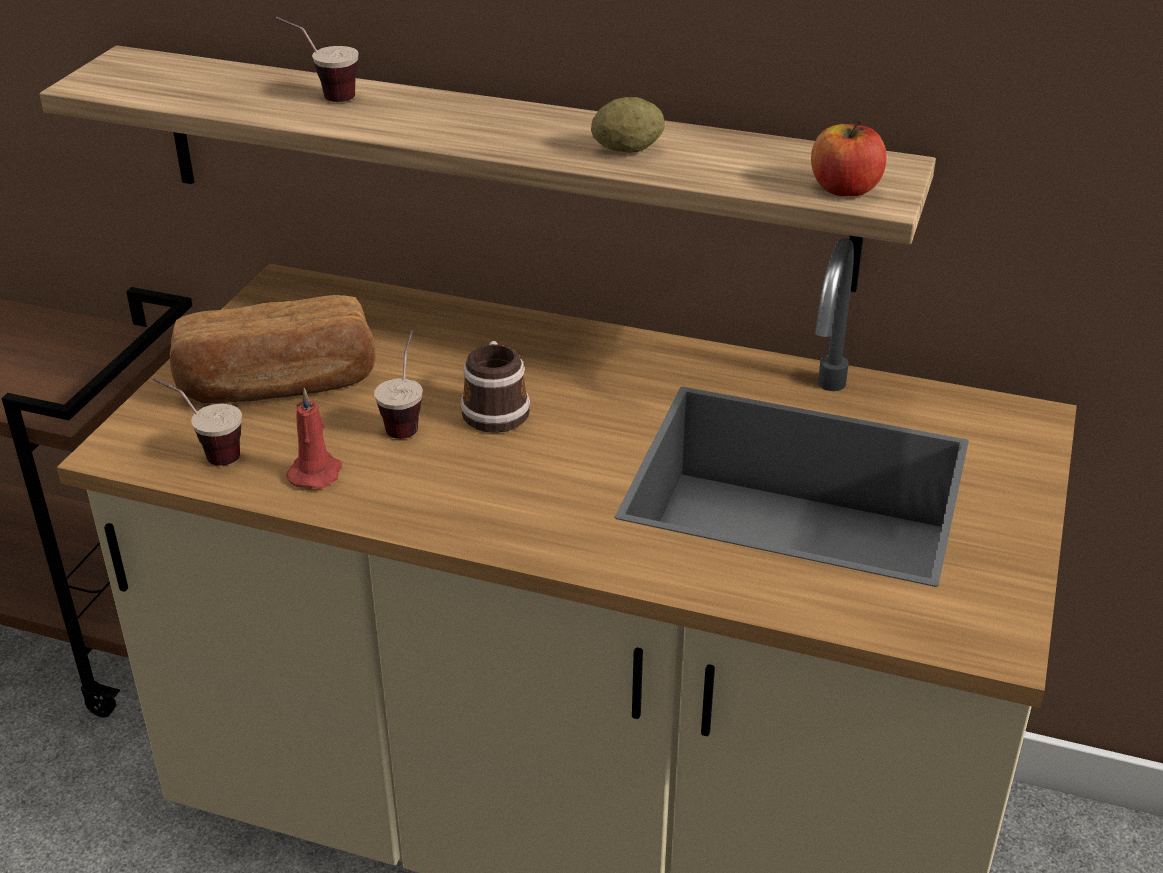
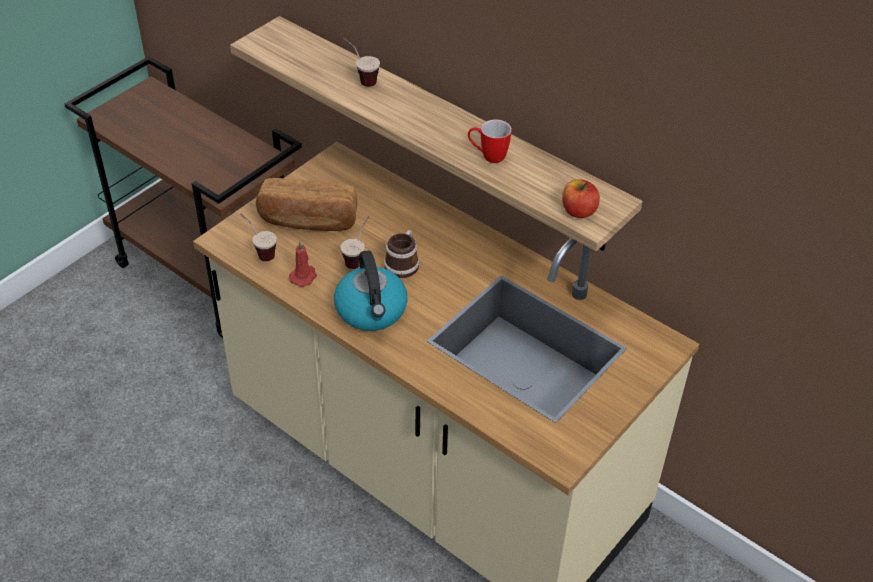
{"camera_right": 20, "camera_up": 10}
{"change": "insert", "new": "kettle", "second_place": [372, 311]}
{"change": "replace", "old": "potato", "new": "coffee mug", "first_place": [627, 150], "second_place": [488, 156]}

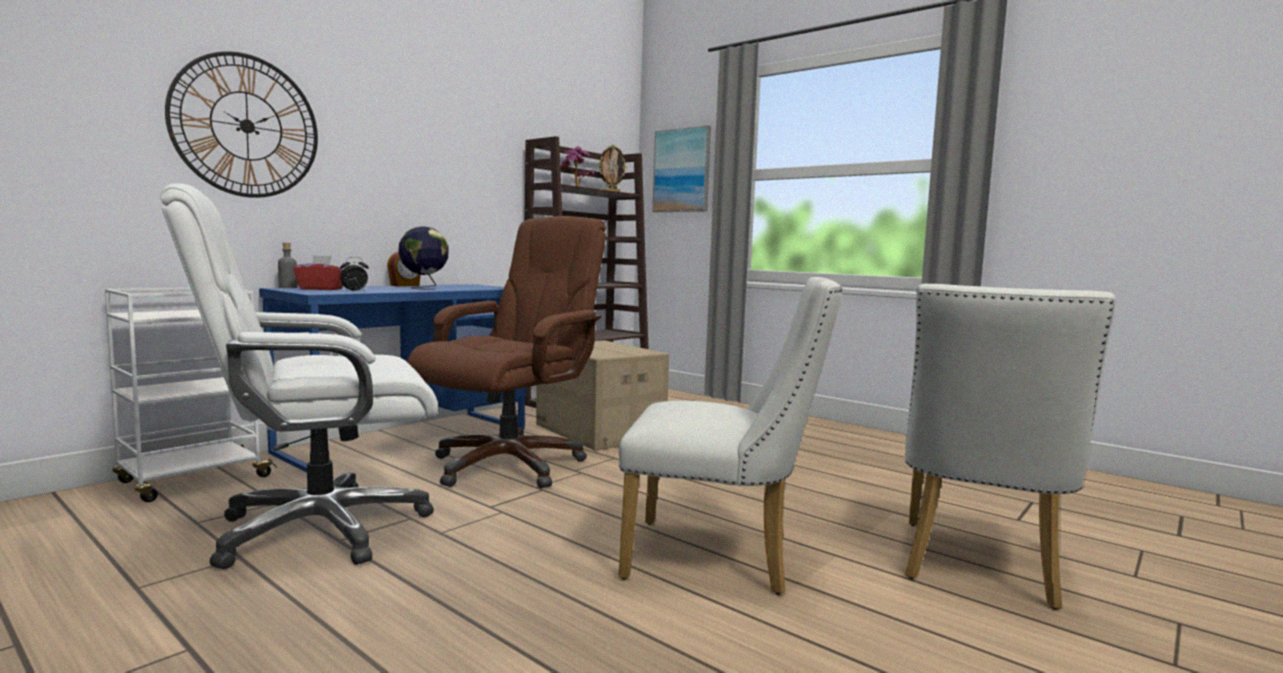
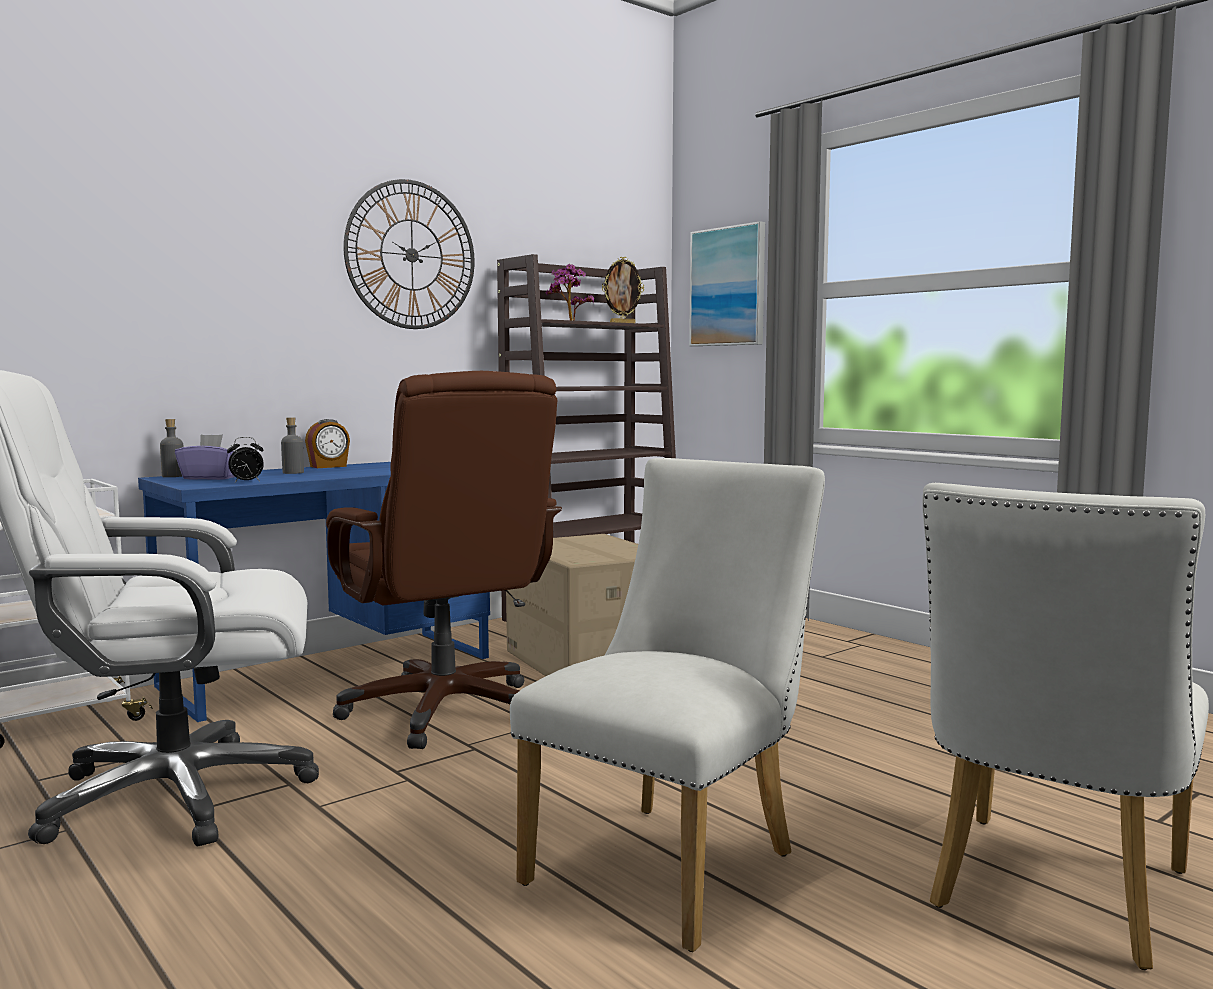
{"camera_right": 10, "camera_up": 0}
{"change": "delete", "old": "world globe", "first_place": [424, 288]}
{"change": "insert", "new": "greyish drink bottle", "second_place": [293, 472]}
{"change": "move", "old": "wall clock", "first_place": [246, 126], "second_place": [411, 255]}
{"change": "recolor", "old": "reddish tissue box", "new": "purplish tissue box", "first_place": [321, 289], "second_place": [211, 478]}
{"change": "rotate", "old": "brownish computer chair", "first_place": [509, 465], "second_place": [445, 711], "degrees": 105}
{"change": "rotate", "old": "white plain chair", "first_place": [722, 558], "second_place": [674, 862], "degrees": -75}

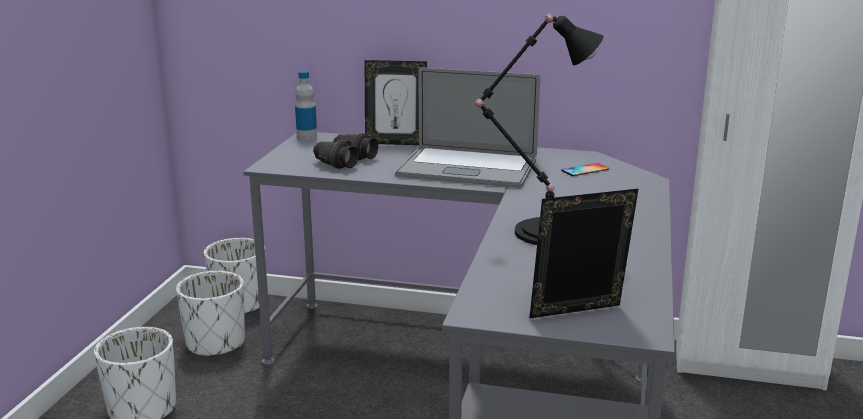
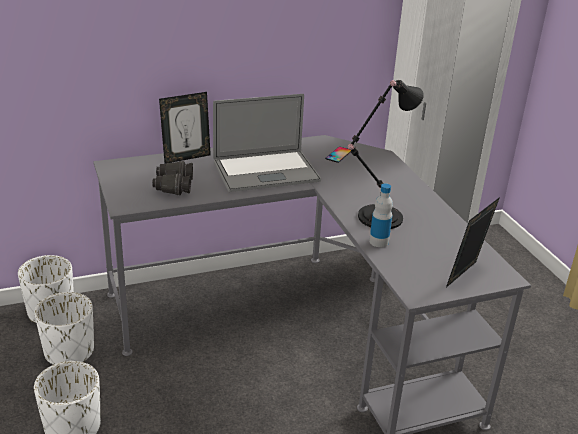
{"camera_right": -35, "camera_up": 10}
{"change": "move", "old": "drink bottle", "first_place": [307, 137], "second_place": [379, 242]}

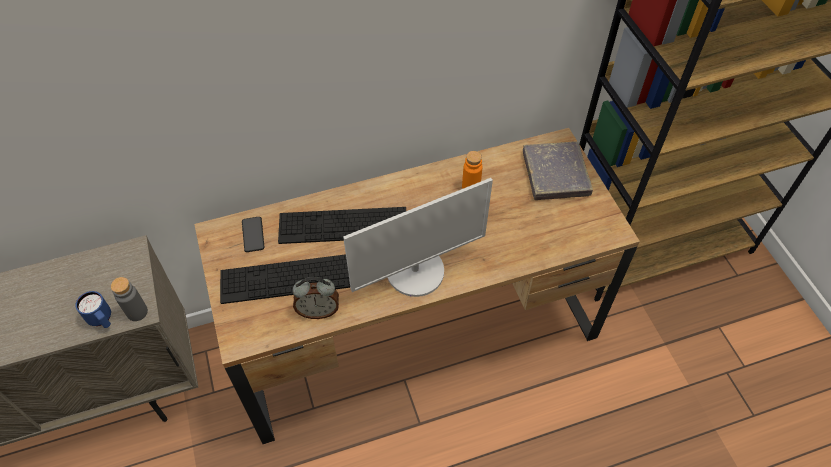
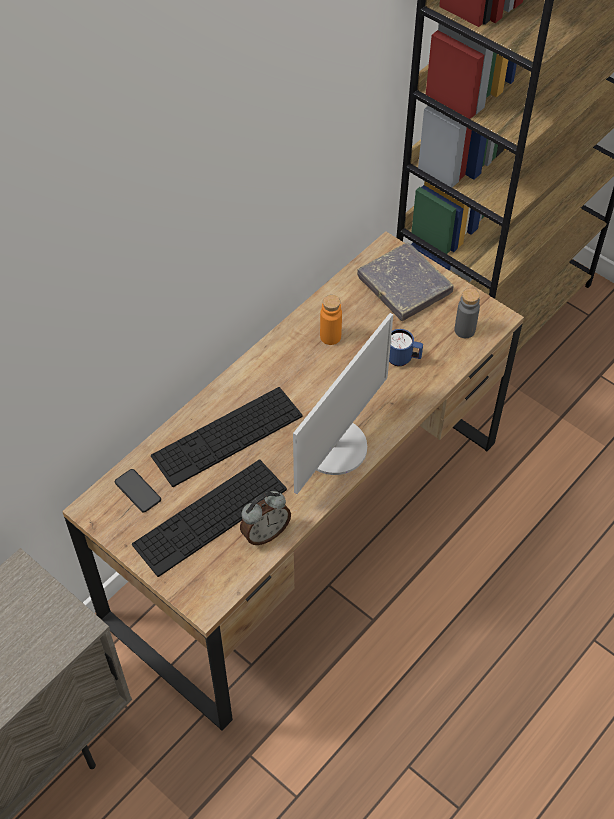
{"camera_right": -30, "camera_up": 0}
{"change": "move", "old": "blue-coloured coffee mug", "first_place": [102, 320], "second_place": [403, 359]}
{"change": "move", "old": "greyish drink bottle", "first_place": [137, 312], "second_place": [464, 330]}

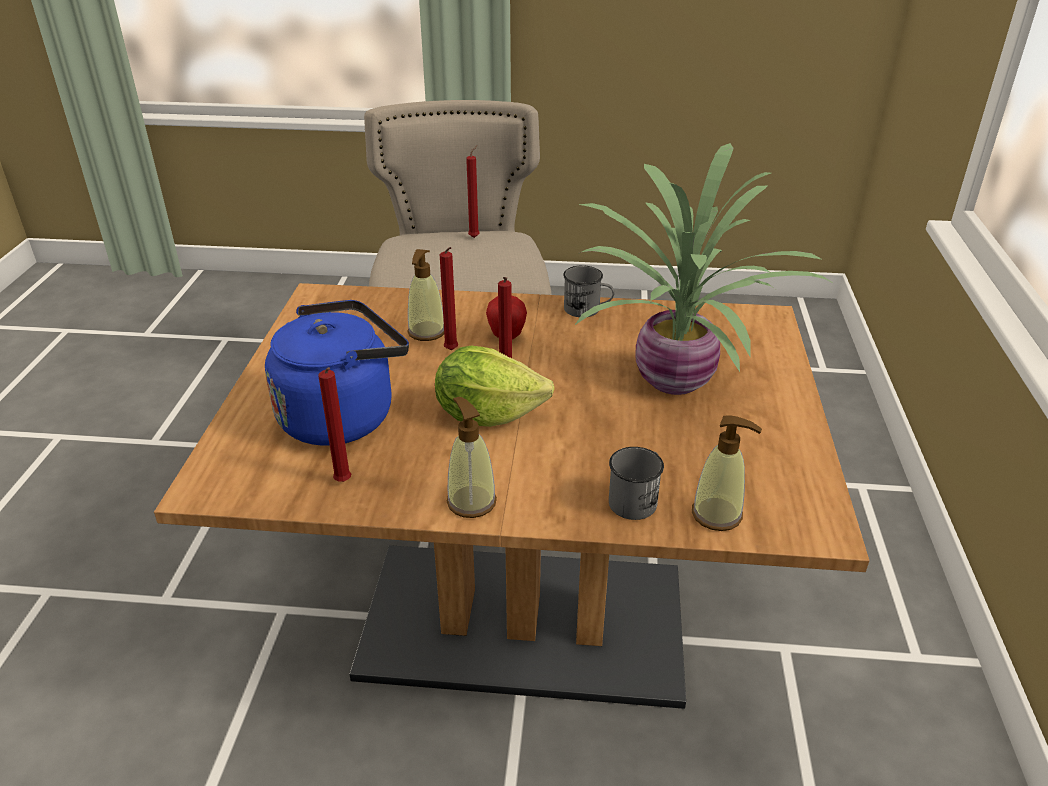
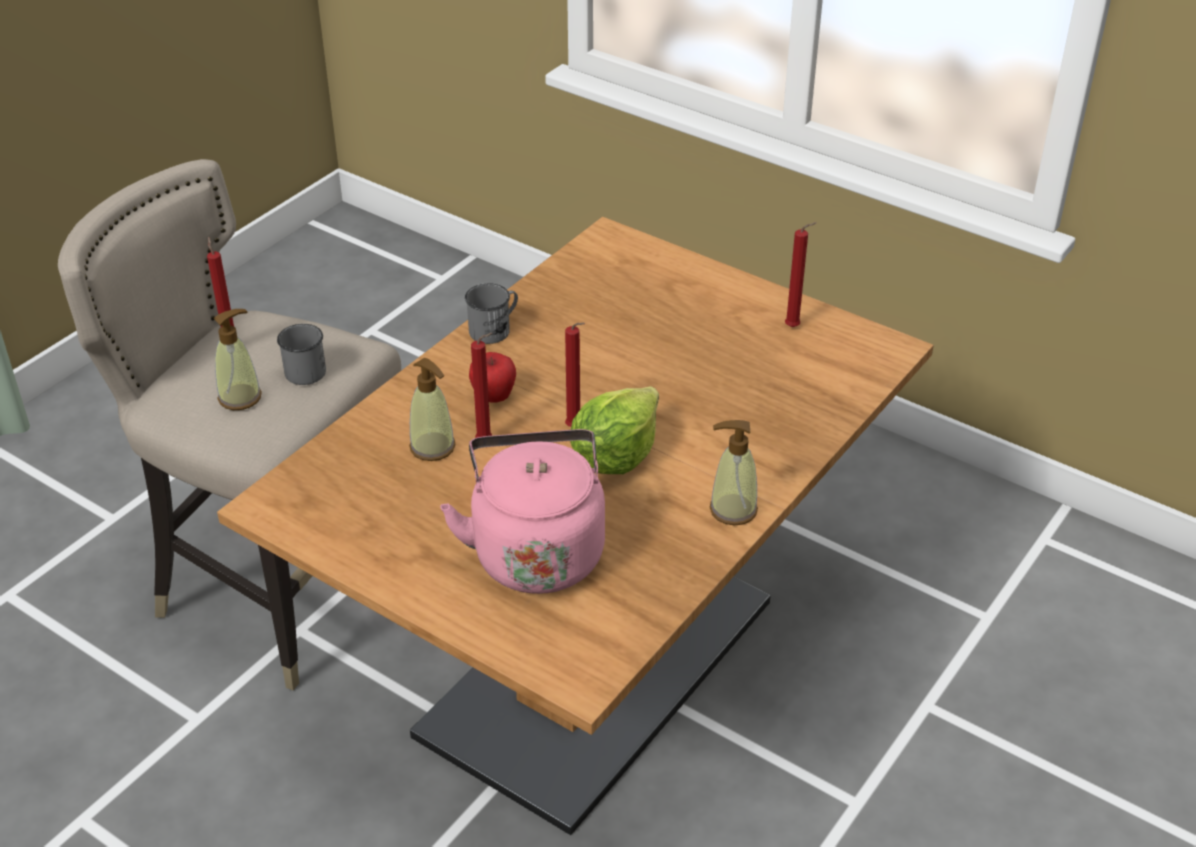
{"camera_right": -60, "camera_up": 5}
{"change": "delete", "old": "potted plant", "first_place": [679, 381]}
{"change": "move", "old": "reddish candle", "first_place": [343, 483], "second_place": [794, 327]}
{"change": "move", "old": "greyish coffee mug", "first_place": [636, 499], "second_place": [303, 368]}
{"change": "move", "old": "liquid soap bottle", "first_place": [717, 514], "second_place": [240, 397]}
{"change": "recolor", "old": "blue-coloured kettle", "new": "pink kettle", "first_place": [343, 415], "second_place": [536, 551]}

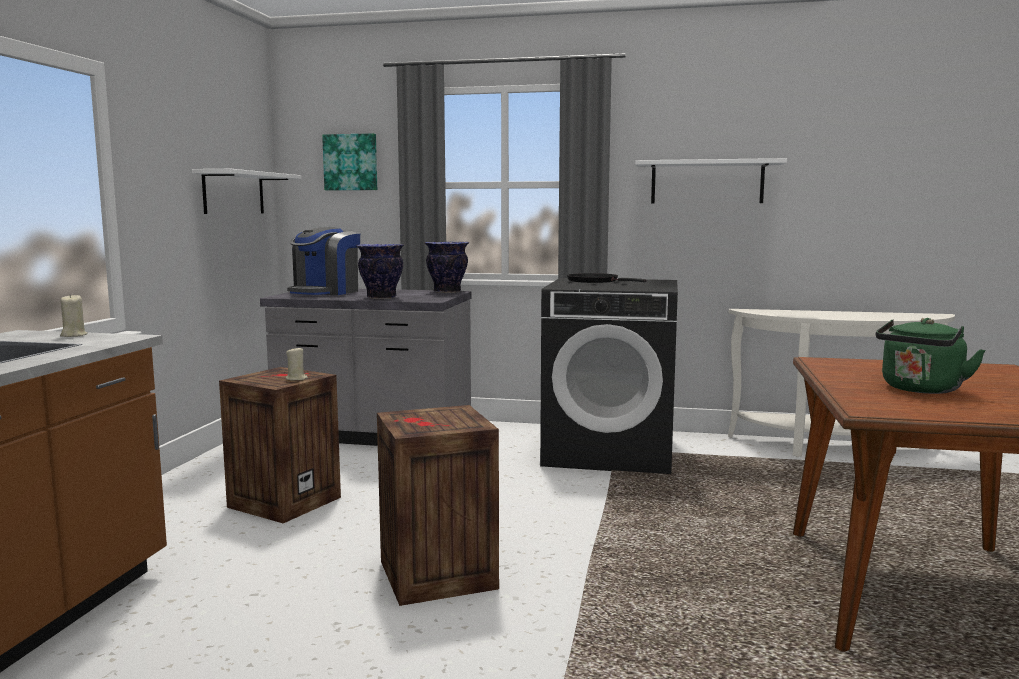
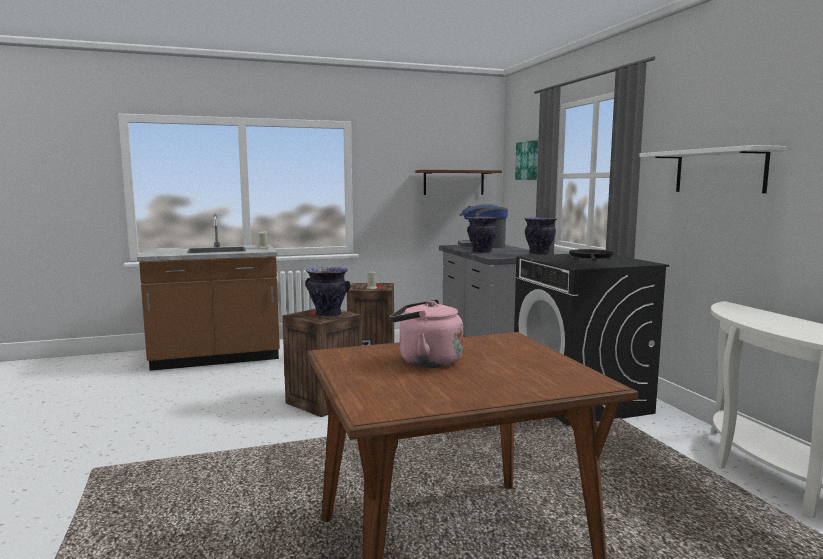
{"camera_right": 60, "camera_up": 0}
{"change": "insert", "new": "decorative vase", "second_place": [328, 315]}
{"change": "recolor", "old": "white shelf", "new": "brownish shelf", "first_place": [234, 193], "second_place": [453, 182]}
{"change": "recolor", "old": "greenish kettle", "new": "pink kettle", "first_place": [920, 390], "second_place": [426, 361]}

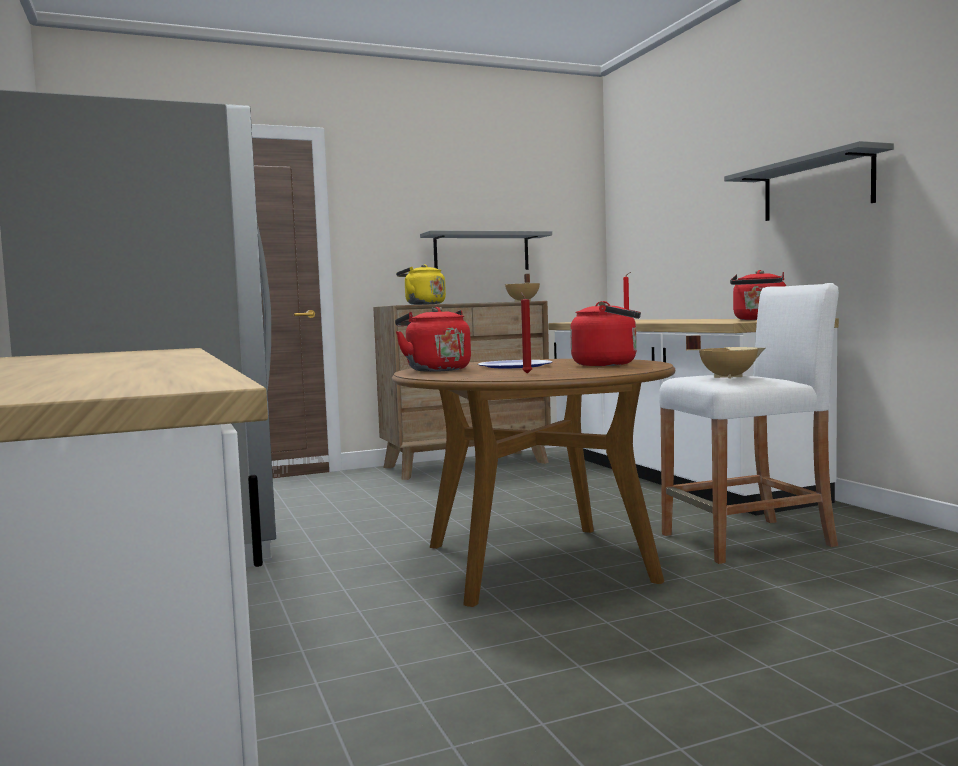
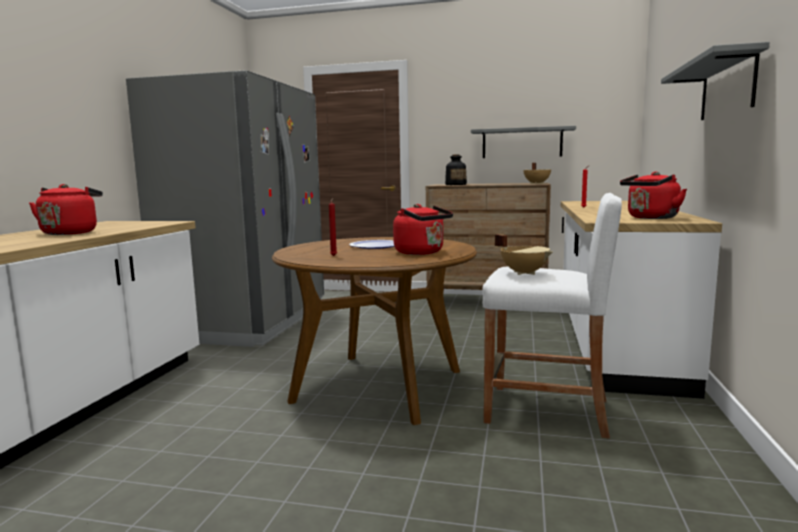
{"camera_right": 35, "camera_up": 5}
{"change": "move", "old": "reddish kettle", "first_place": [435, 370], "second_place": [71, 233]}
{"change": "replace", "old": "yellowish kettle", "new": "drink bottle", "first_place": [422, 304], "second_place": [456, 184]}

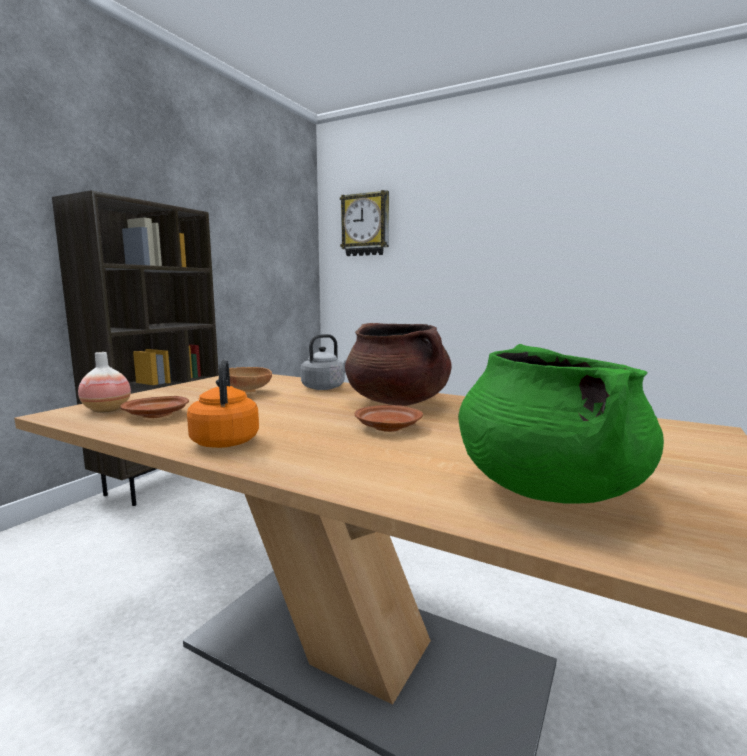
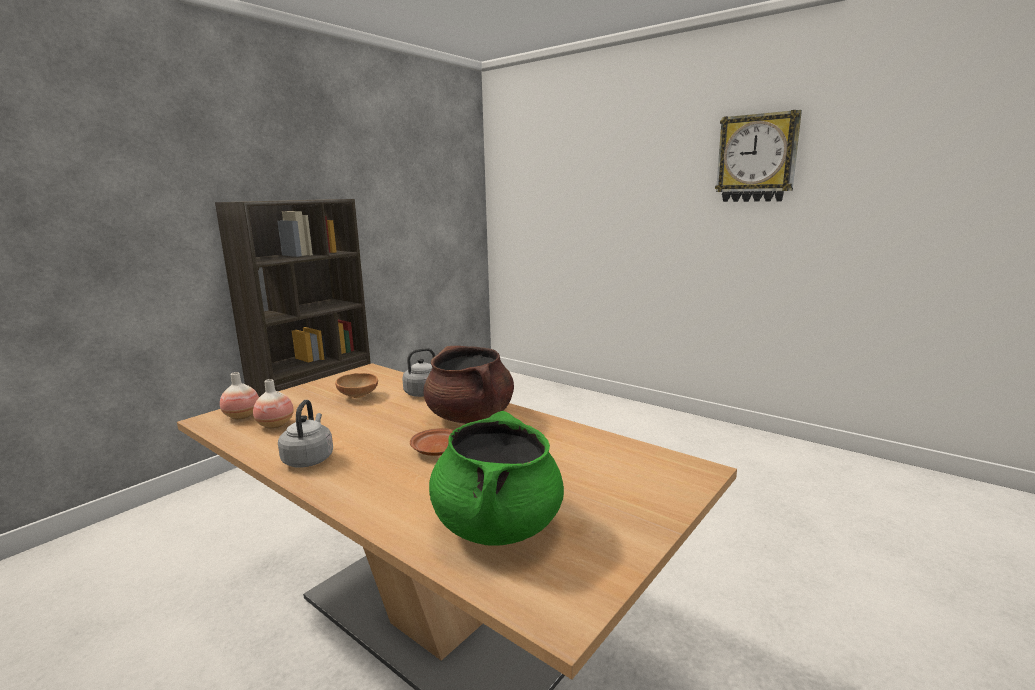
{"camera_right": 10, "camera_up": 5}
{"change": "move", "old": "wall clock", "first_place": [365, 225], "second_place": [757, 158]}
{"change": "replace", "old": "brownish dinner plate", "new": "decorative vase", "first_place": [157, 415], "second_place": [275, 425]}
{"change": "recolor", "old": "orange-coloured kettle", "new": "greyish kettle", "first_place": [225, 441], "second_place": [309, 459]}

